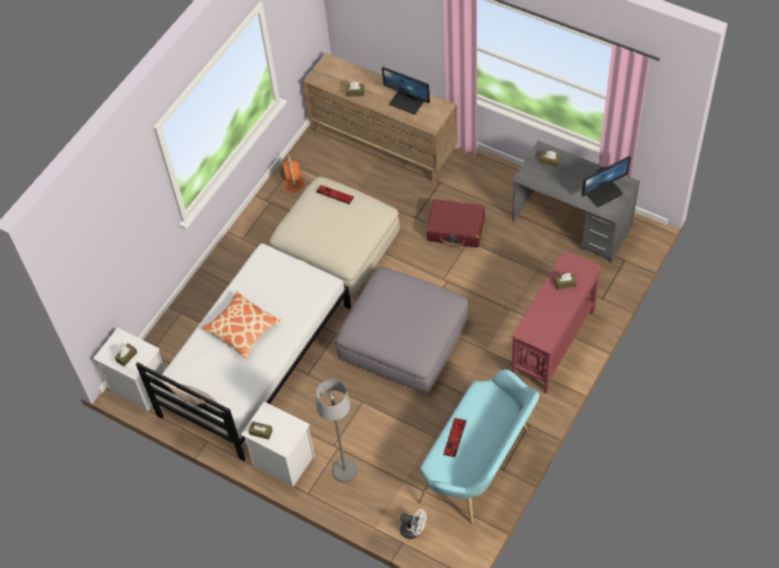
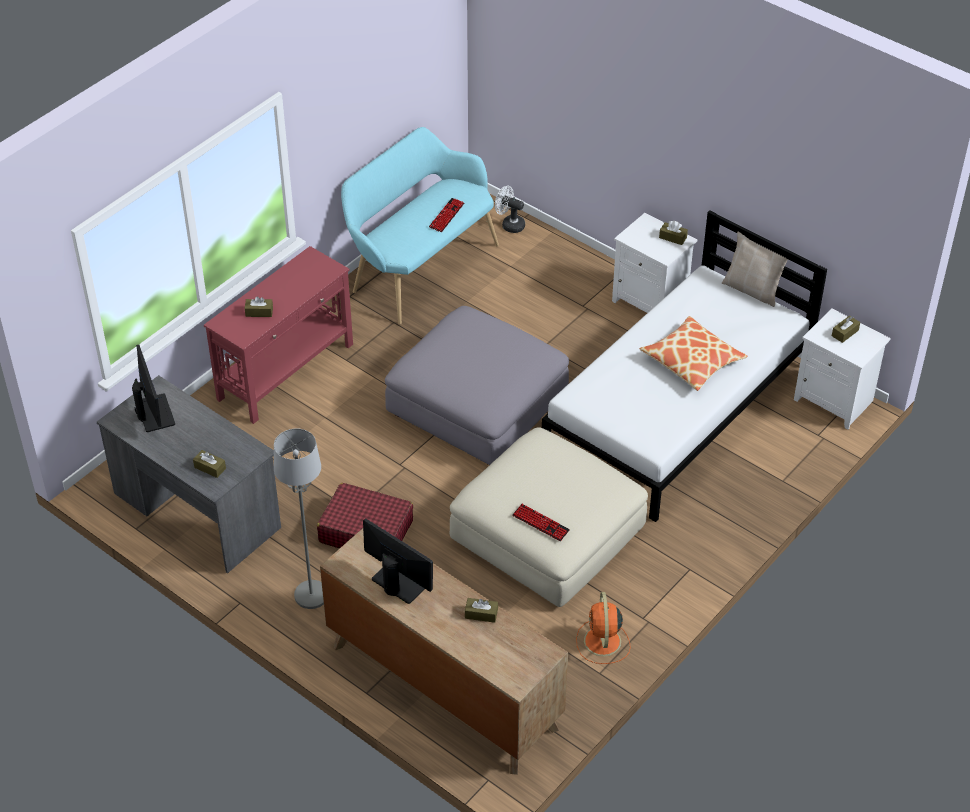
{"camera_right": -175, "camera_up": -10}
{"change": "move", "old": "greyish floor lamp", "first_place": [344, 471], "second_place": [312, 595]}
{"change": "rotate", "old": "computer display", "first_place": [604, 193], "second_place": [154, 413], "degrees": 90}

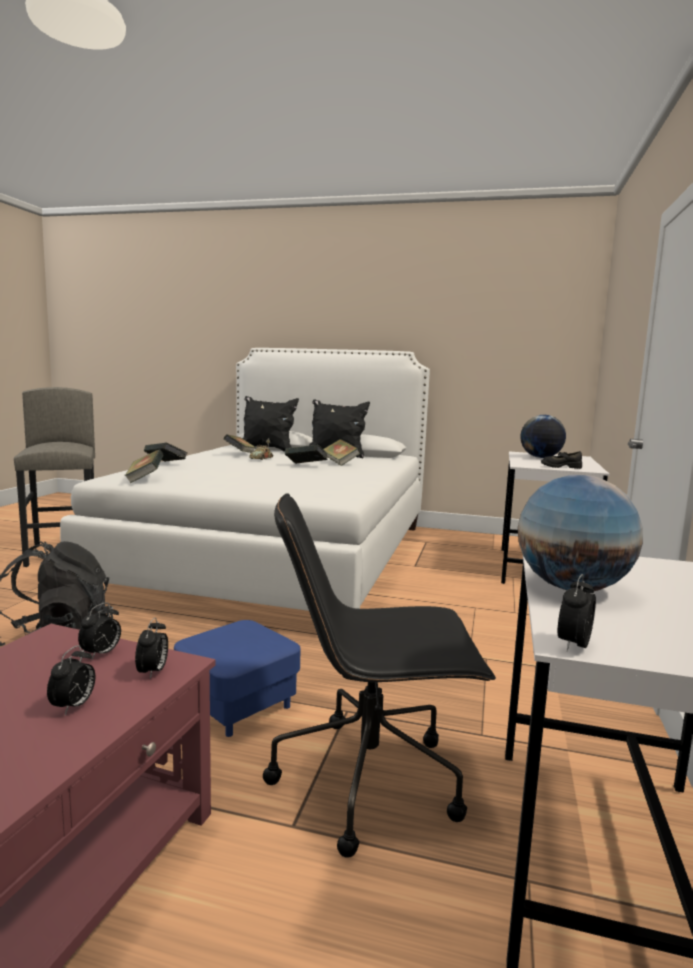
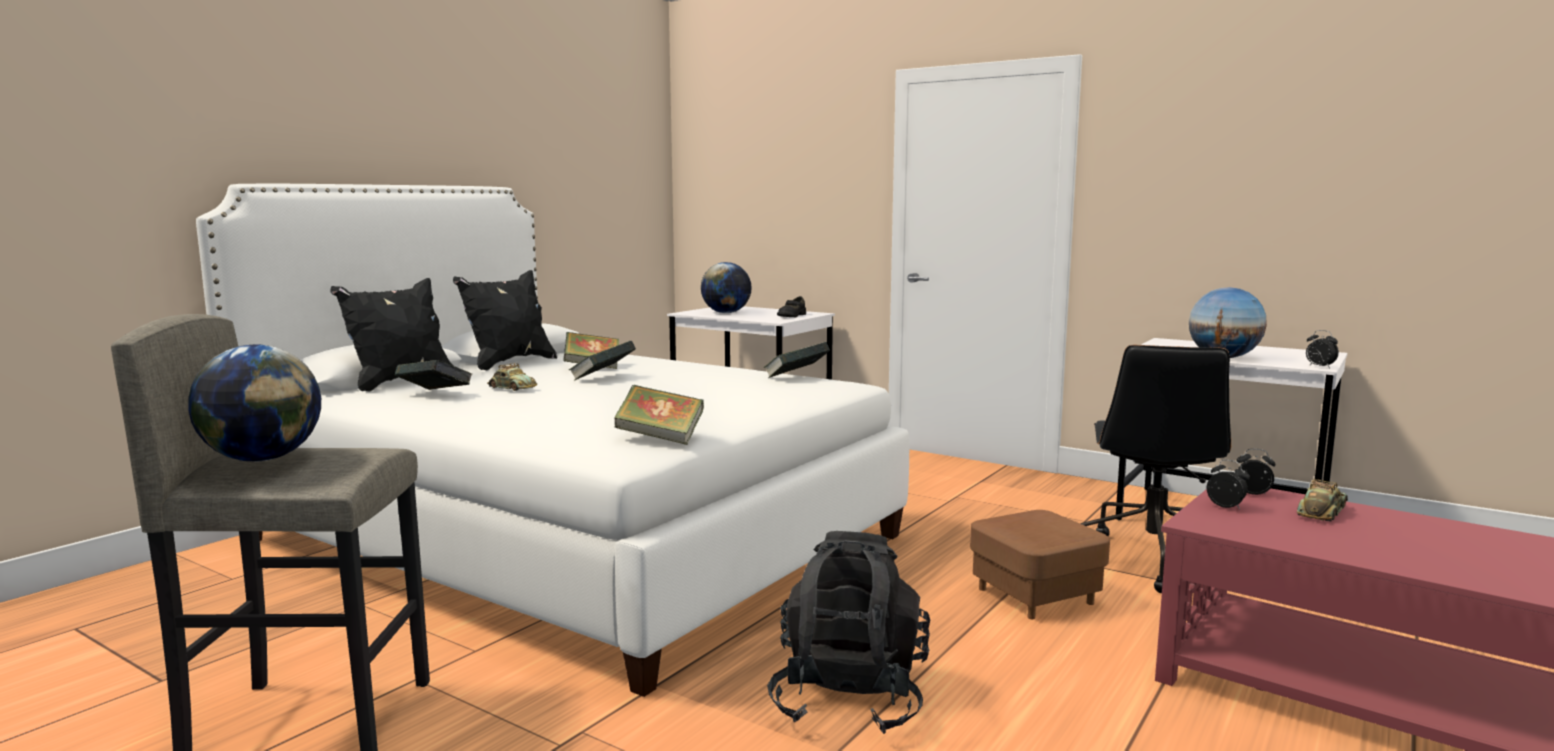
{"camera_right": -70, "camera_up": 0}
{"change": "insert", "new": "world globe", "second_place": [262, 459]}
{"change": "move", "old": "volume", "first_place": [166, 464], "second_place": [796, 378]}
{"change": "replace", "old": "alarm clock", "new": "toy car", "first_place": [73, 706], "second_place": [1321, 512]}
{"change": "recolor", "old": "blue-coloured footrest", "new": "brownish footrest", "first_place": [237, 705], "second_place": [1035, 596]}

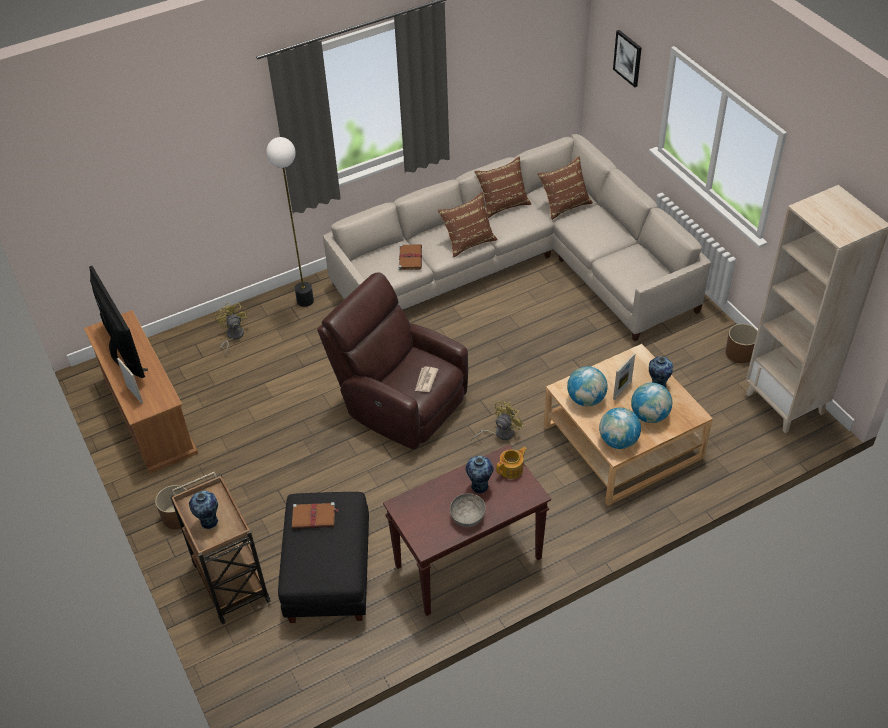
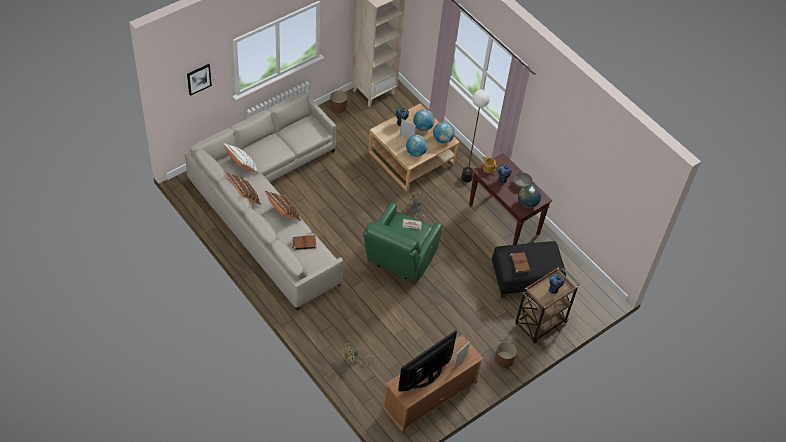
{"camera_right": -105, "camera_up": 5}
{"change": "insert", "new": "world globe", "second_place": [527, 203]}
{"change": "move", "old": "floor lamp", "first_place": [305, 300], "second_place": [466, 178]}
{"change": "recolor", "old": "brownish armchair", "new": "greenish armchair", "first_place": [400, 403], "second_place": [399, 260]}
{"change": "recolor", "old": "brownish cushion", "new": "white cushion", "first_place": [564, 204], "second_place": [242, 167]}

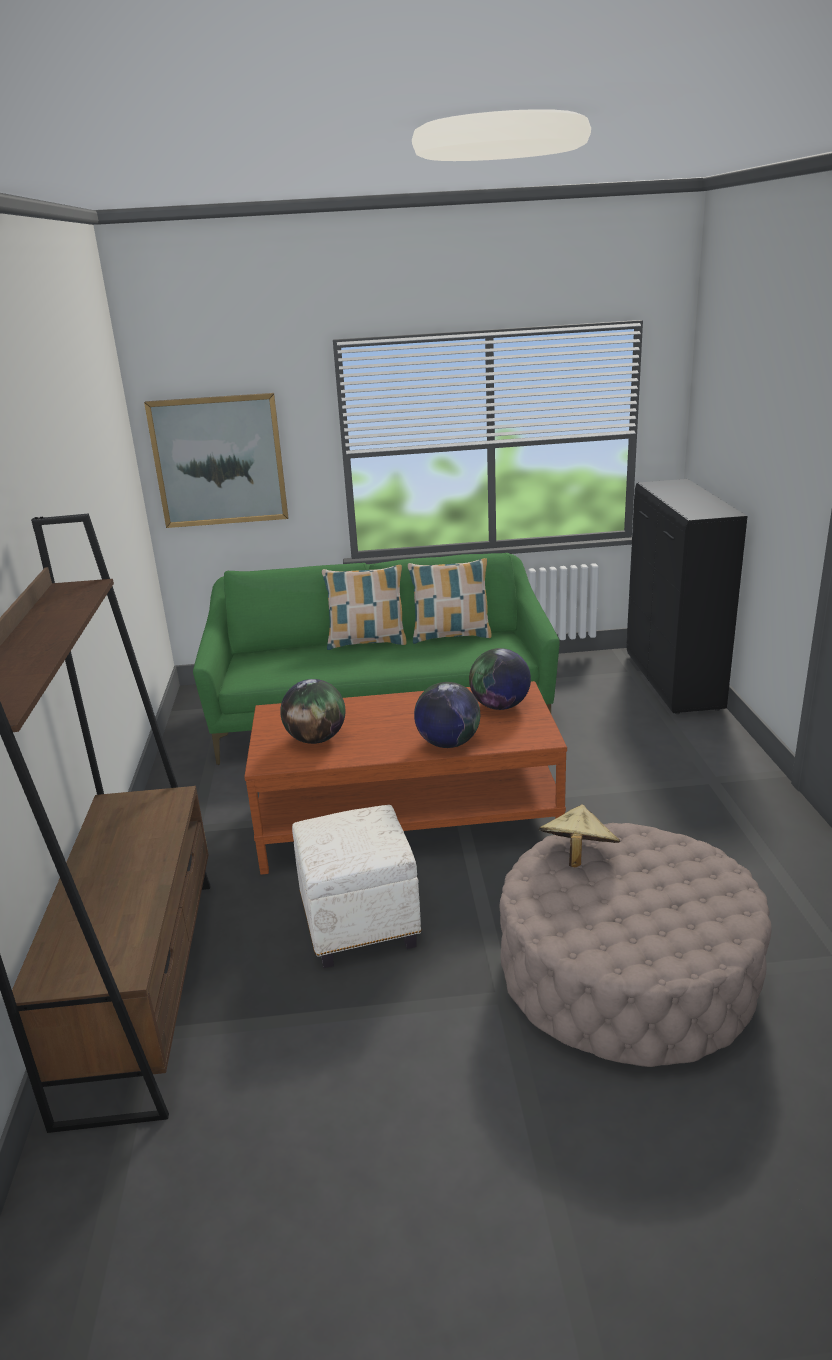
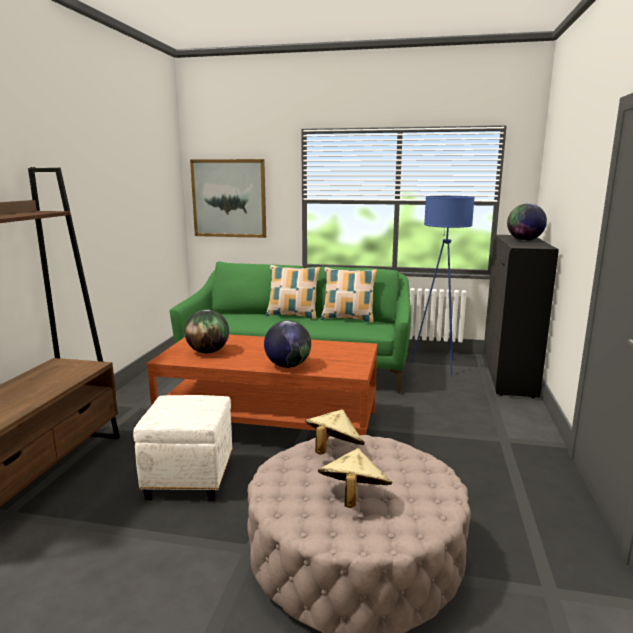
{"camera_right": 15, "camera_up": -10}
{"change": "insert", "new": "sand-coloured hat", "second_place": [353, 498]}
{"change": "insert", "new": "blue-coloured floor lamp", "second_place": [438, 365]}
{"change": "move", "old": "world globe", "first_place": [500, 706], "second_place": [524, 240]}

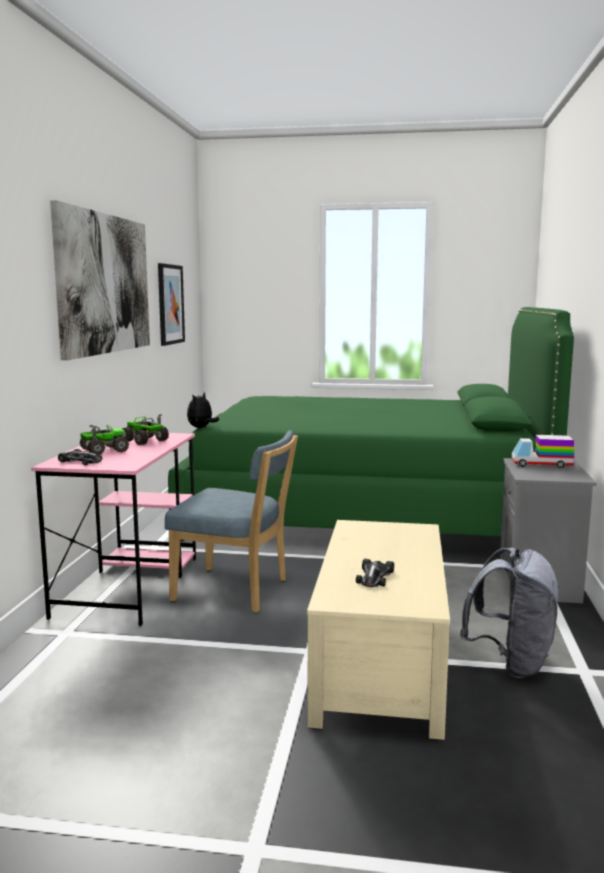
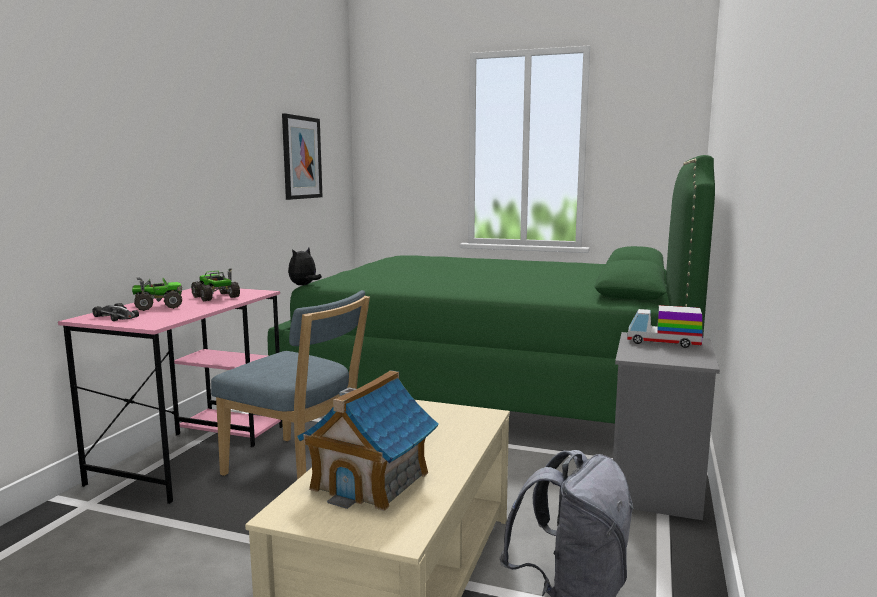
{"camera_right": 10, "camera_up": 0}
{"change": "delete", "old": "wall picture", "first_place": [104, 284]}
{"change": "replace", "old": "toy car", "new": "toy house", "first_place": [374, 577], "second_place": [371, 480]}

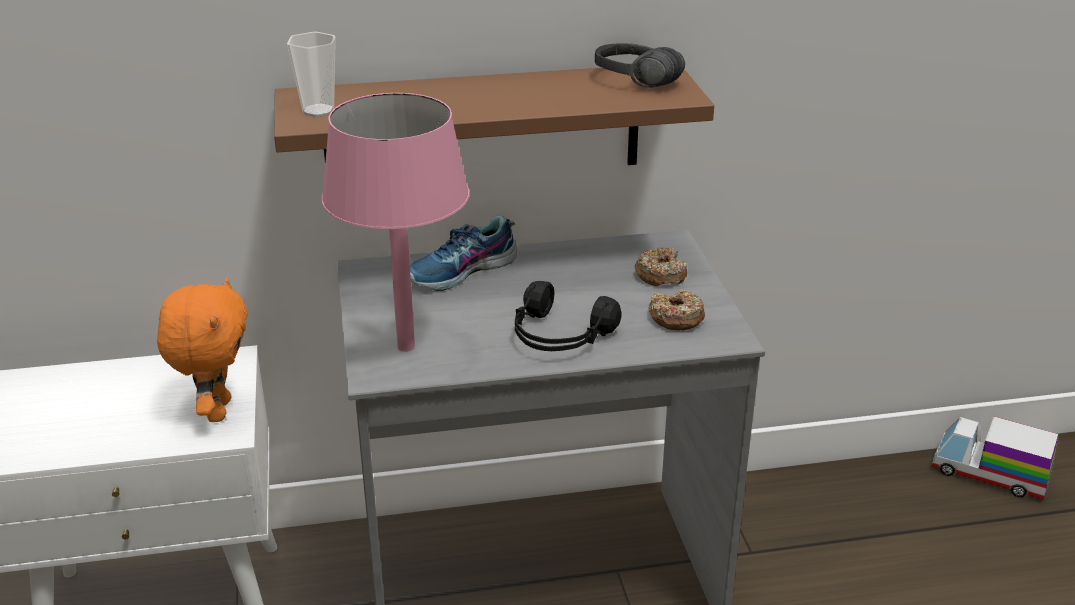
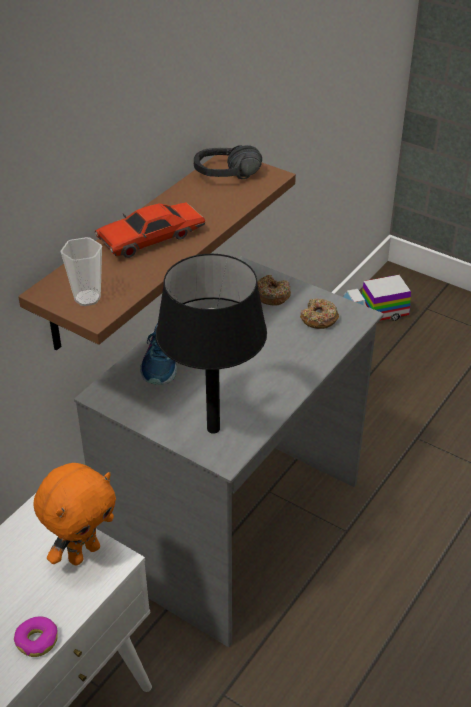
{"camera_right": -45, "camera_up": 10}
{"change": "delete", "old": "black-coloured headphones", "first_place": [559, 336]}
{"change": "insert", "new": "ring doughnut", "second_place": [37, 640]}
{"change": "insert", "new": "reddish toy car", "second_place": [151, 238]}
{"change": "recolor", "old": "pink table lamp", "new": "black-coloured table lamp", "first_place": [406, 347], "second_place": [214, 429]}
{"change": "rotate", "old": "orange-coloured soft toy", "first_place": [216, 410], "second_place": [83, 552], "degrees": 90}

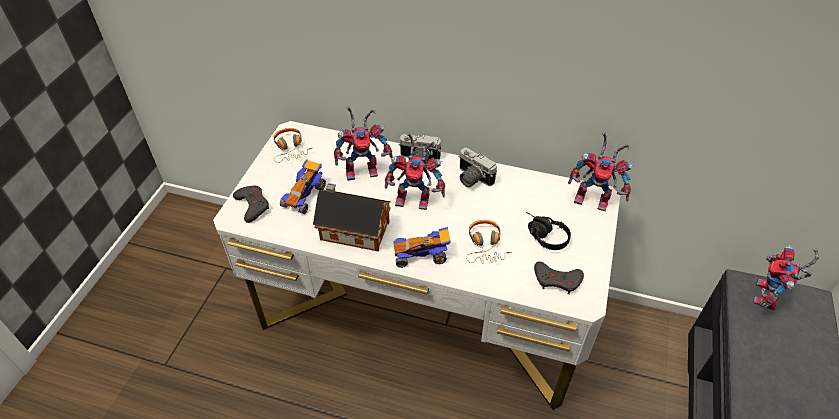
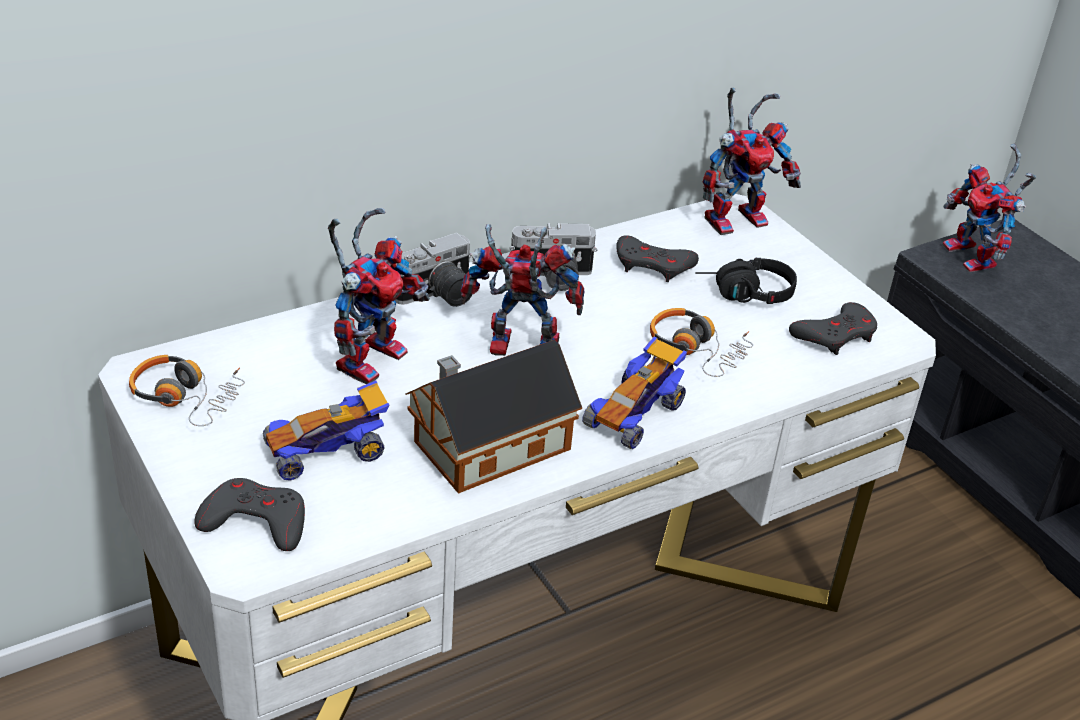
{"camera_right": -50, "camera_up": -10}
{"change": "insert", "new": "greyish gamepad", "second_place": [653, 265]}
{"change": "rotate", "old": "toy car", "first_place": [304, 195], "second_place": [327, 449], "degrees": 90}
{"change": "rotate", "old": "toy robot", "first_place": [416, 199], "second_place": [516, 348], "degrees": -135}

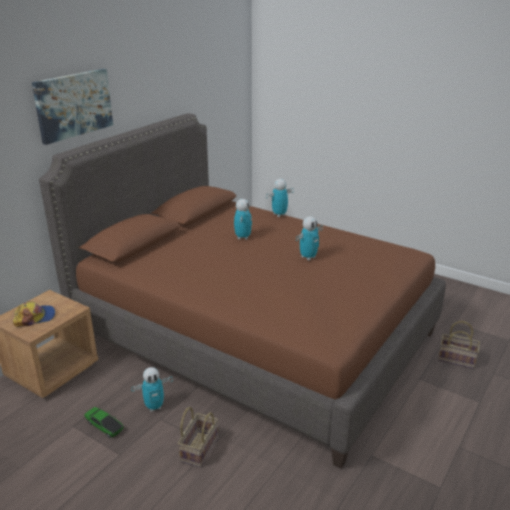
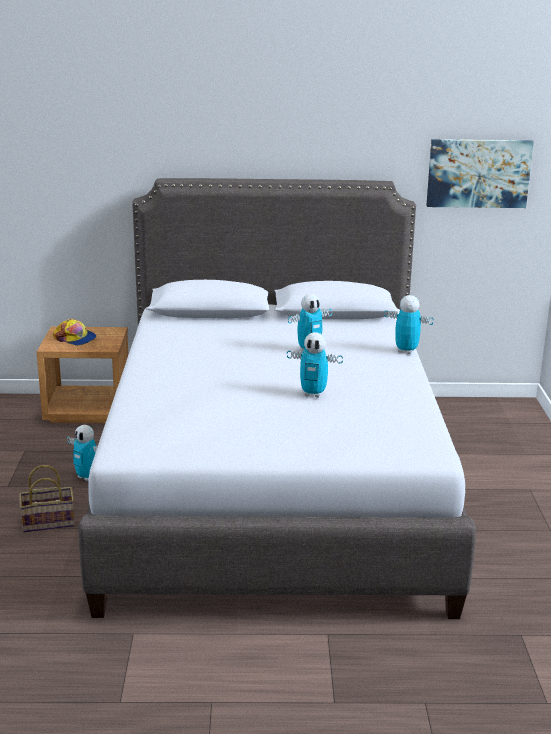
{"camera_right": 55, "camera_up": -5}
{"change": "delete", "old": "toy car", "first_place": [104, 426]}
{"change": "delete", "old": "household basket", "first_place": [457, 359]}
{"change": "move", "old": "wall picture", "first_place": [73, 105], "second_place": [478, 173]}
{"change": "recolor", "old": "brownish sleeping bed", "new": "greyish sleeping bed", "first_place": [253, 335], "second_place": [272, 486]}

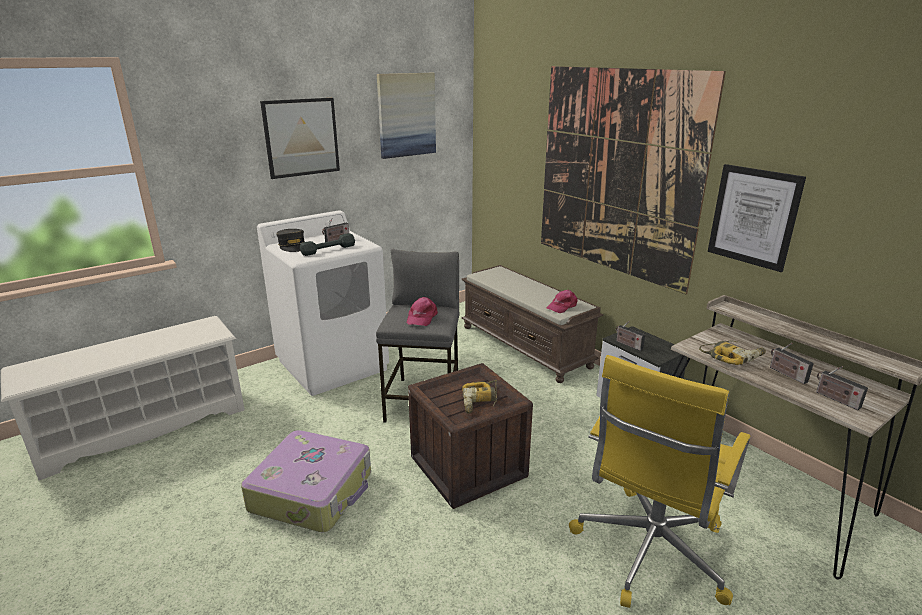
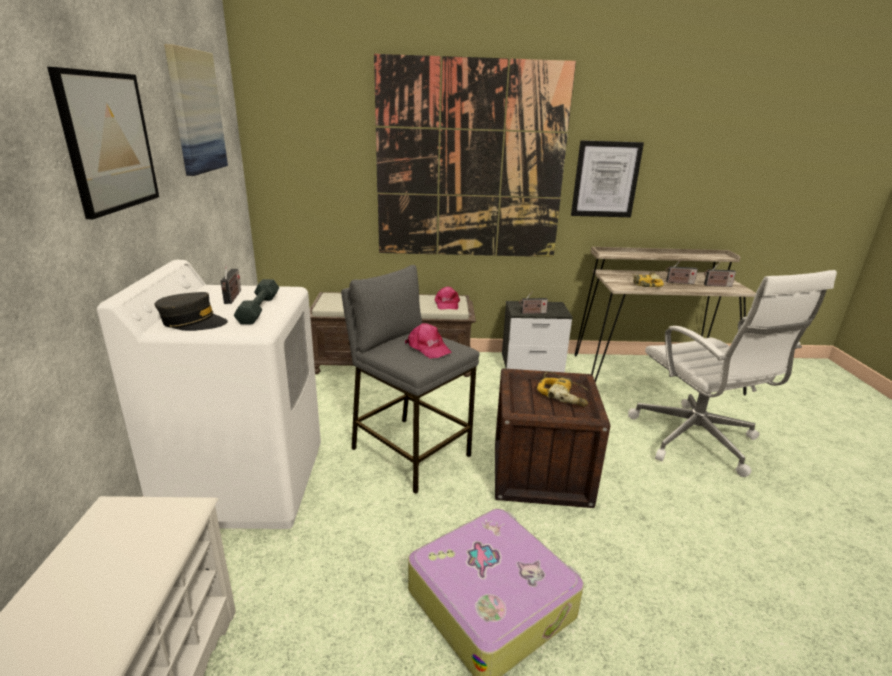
{"camera_right": -55, "camera_up": 0}
{"change": "recolor", "old": "yellowish computer chair", "new": "white computer chair", "first_place": [648, 552], "second_place": [696, 441]}

